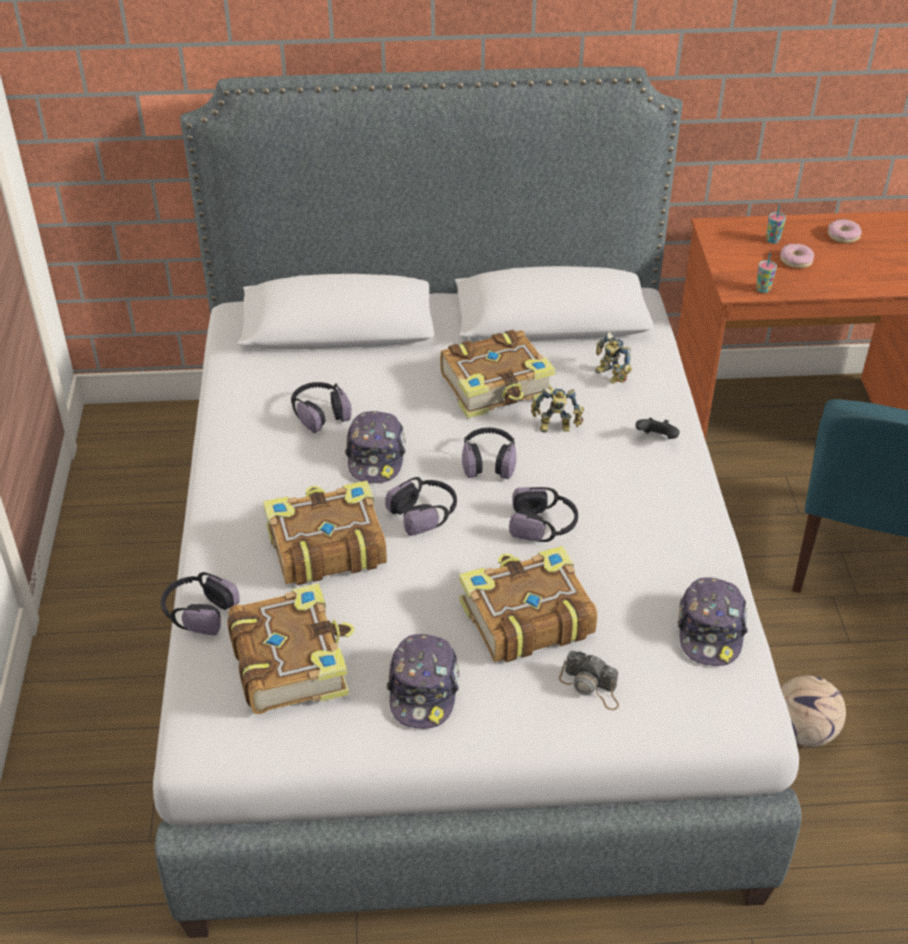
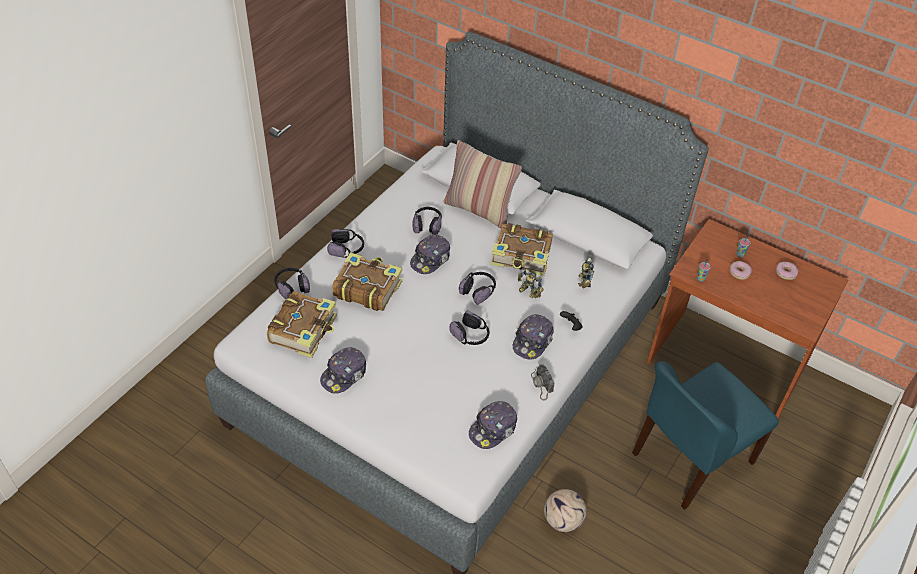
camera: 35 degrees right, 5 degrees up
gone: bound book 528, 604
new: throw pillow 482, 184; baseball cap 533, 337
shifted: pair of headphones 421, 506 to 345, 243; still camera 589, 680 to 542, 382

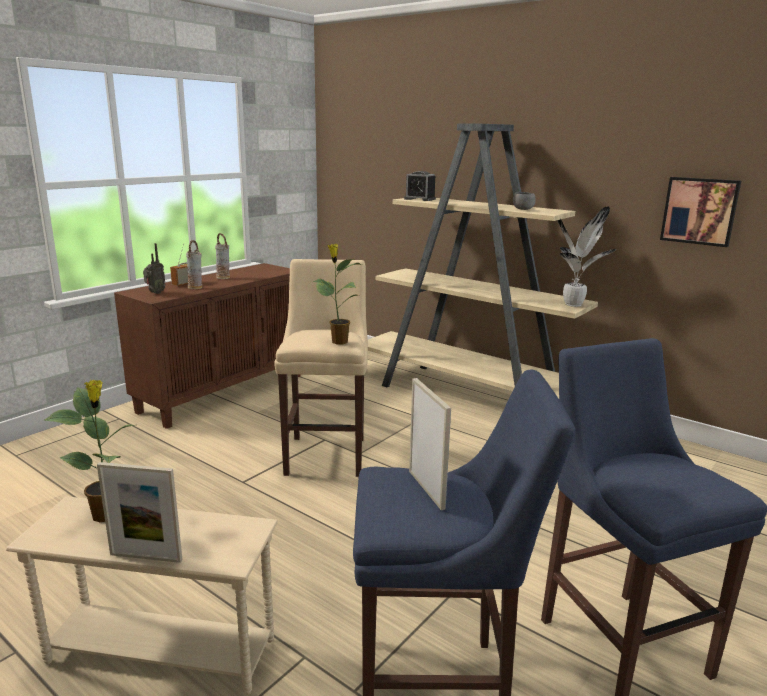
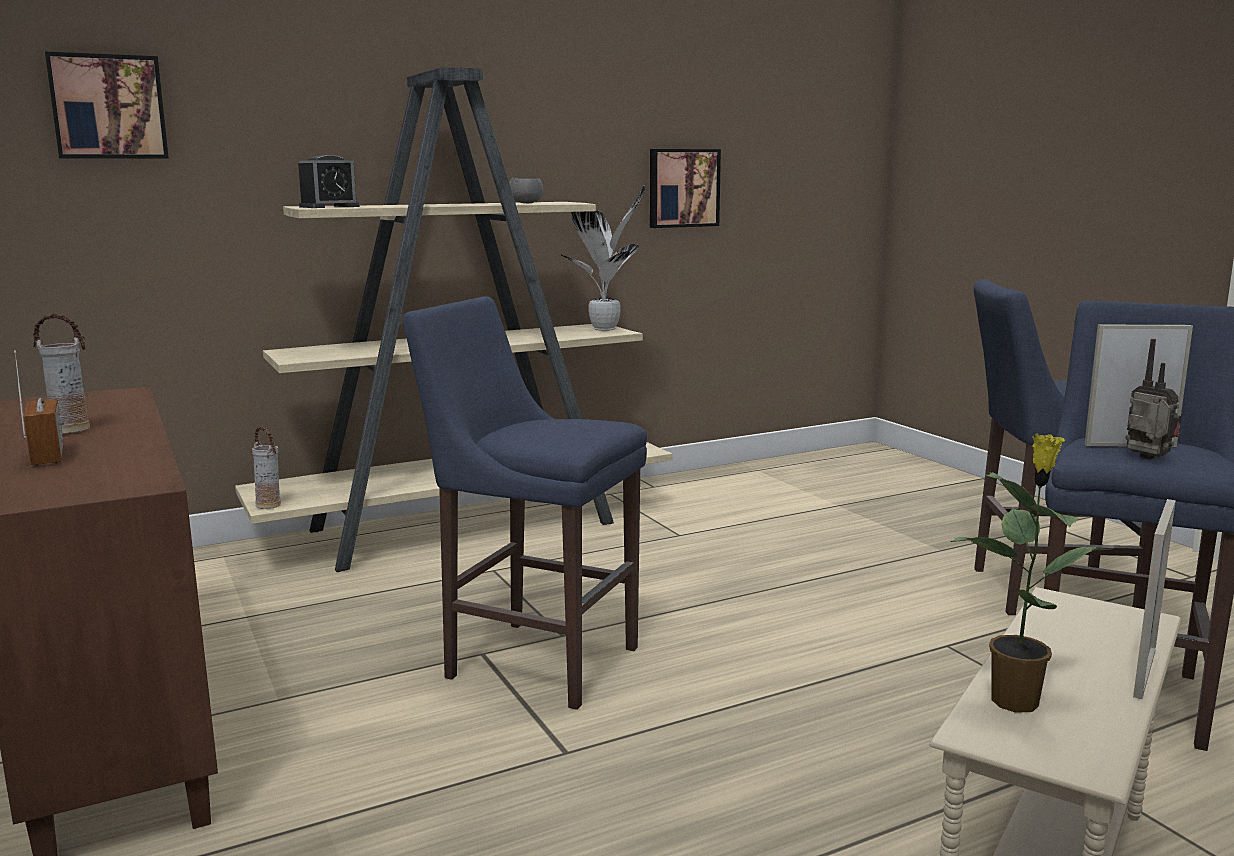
camera: 65 degrees left, 5 degrees down
gone: houseplant 337, 294
new: wall picture 107, 105
shifted: radio 154, 268 to 1153, 399; flower vase 194, 264 to 266, 467
repainted: stool (sand-coloured) 321, 368 to stool (bluish) 525, 503

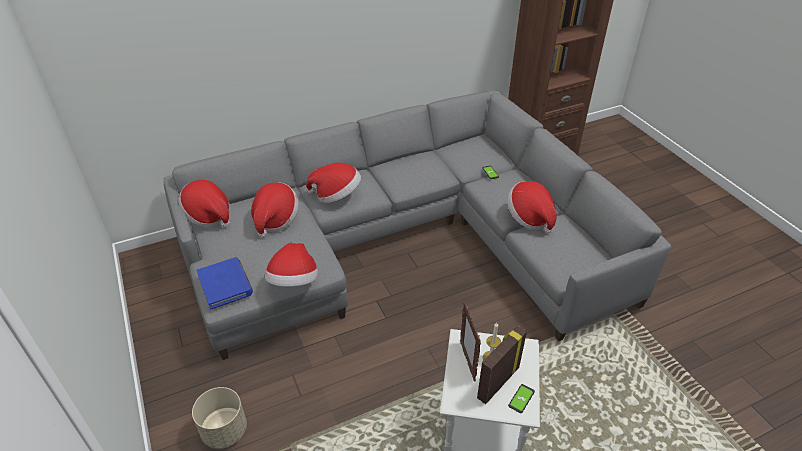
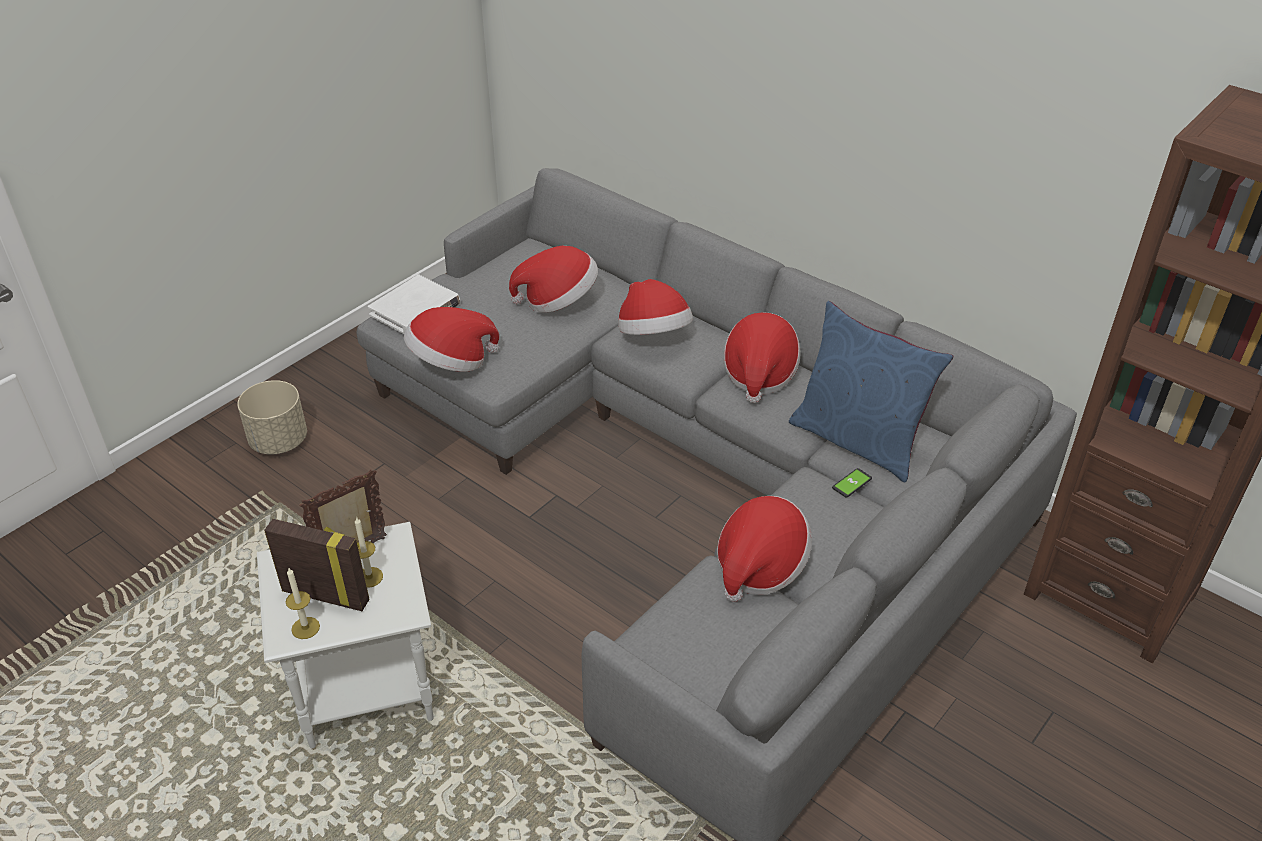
camera: 65 degrees right, 0 degrees up
new: throw pillow (bluish) 871, 391
shifted: clothing hat 204, 203 to 762, 357
swapped: telephone 521, 398 to wax light 303, 603
repainted: bound book (bluish) 224, 283 to bound book (white) 414, 304

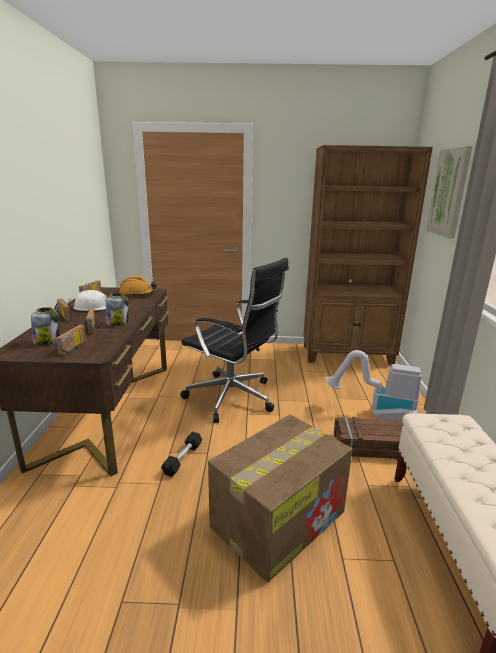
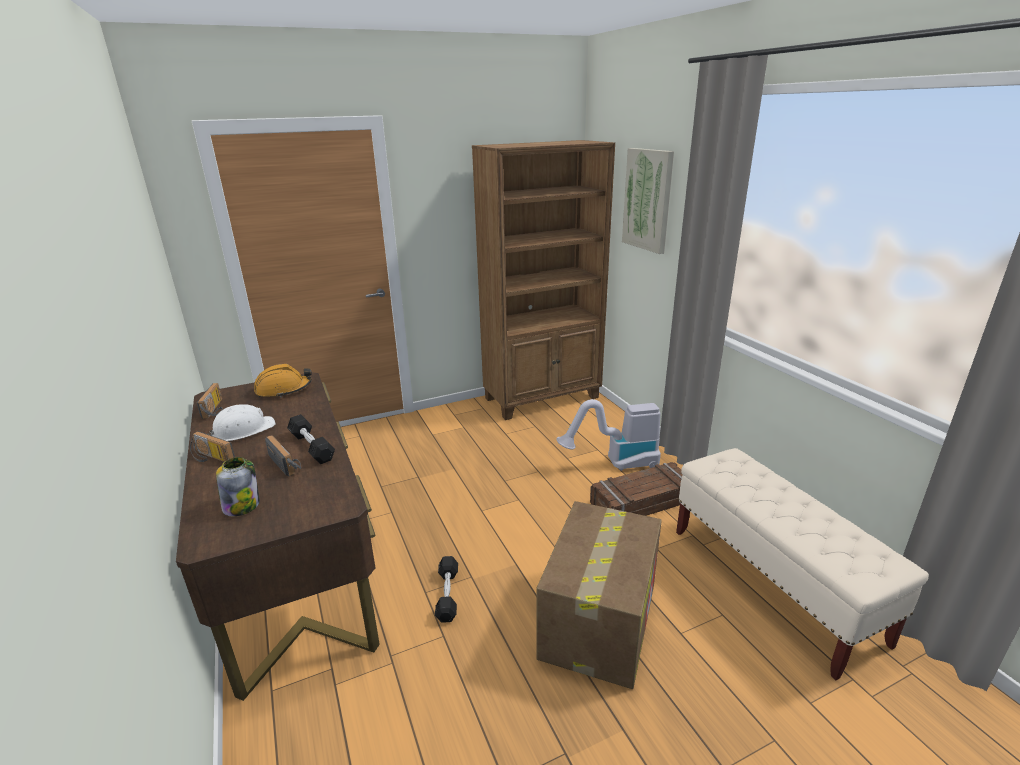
camera: 25 degrees left, 5 degrees up
gone: radio 70, 340; desk chair (black-coloured) 234, 340
swapped: storage jar 117, 309 to hand weight (black-coloured) 311, 439

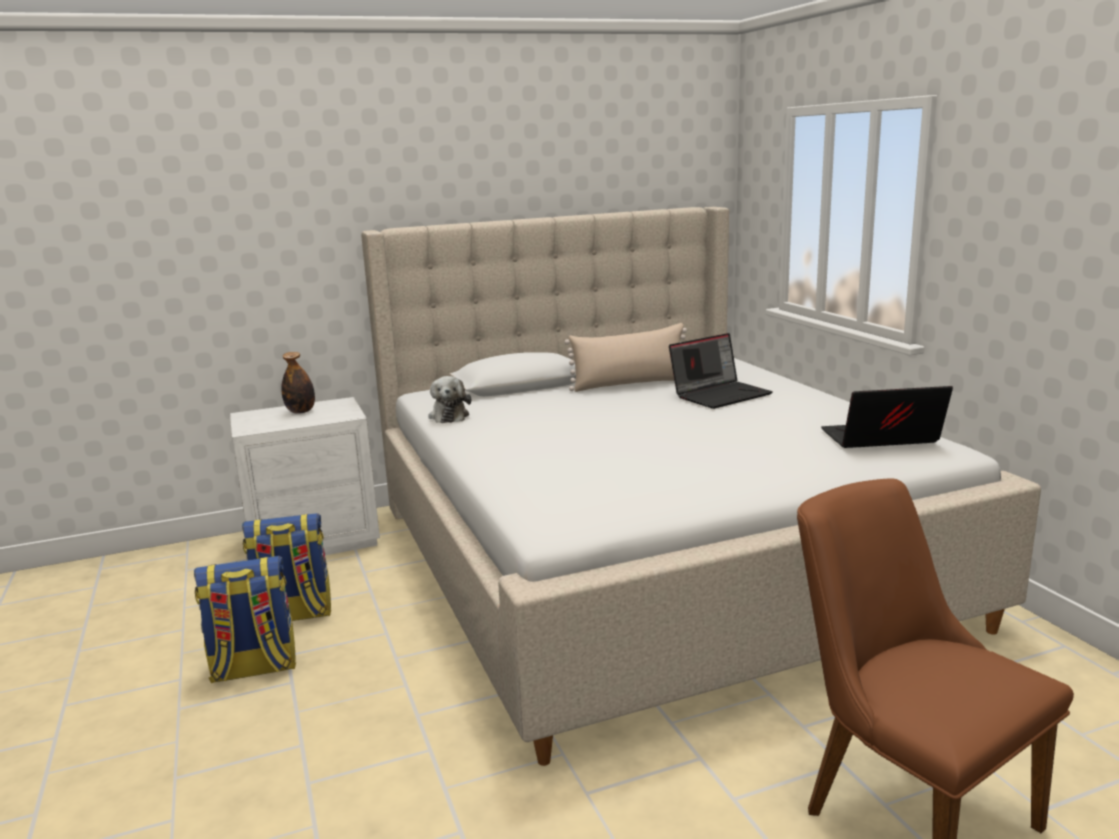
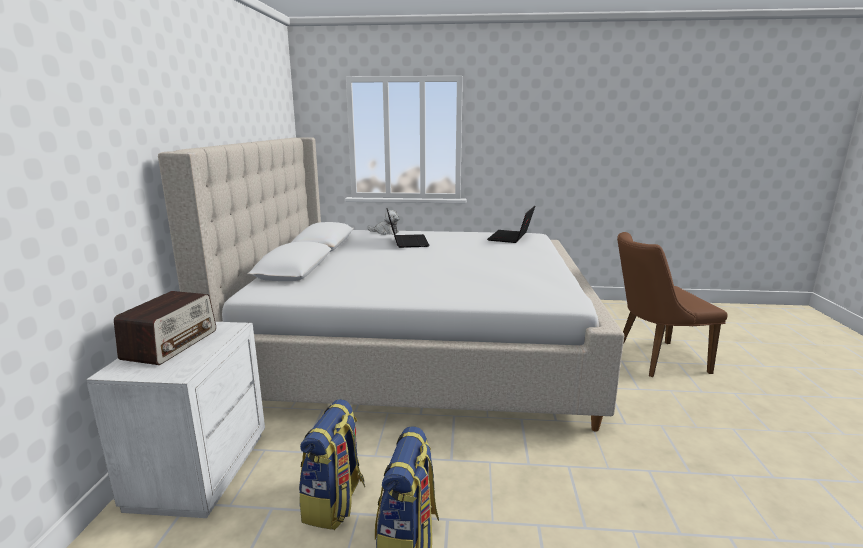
camera: 65 degrees left, 0 degrees up
gone: throw pillow (sand-coloured) 625, 357
shifted: plush toy 449, 399 to 383, 222
swapped: bottle 298, 383 to radio 165, 328

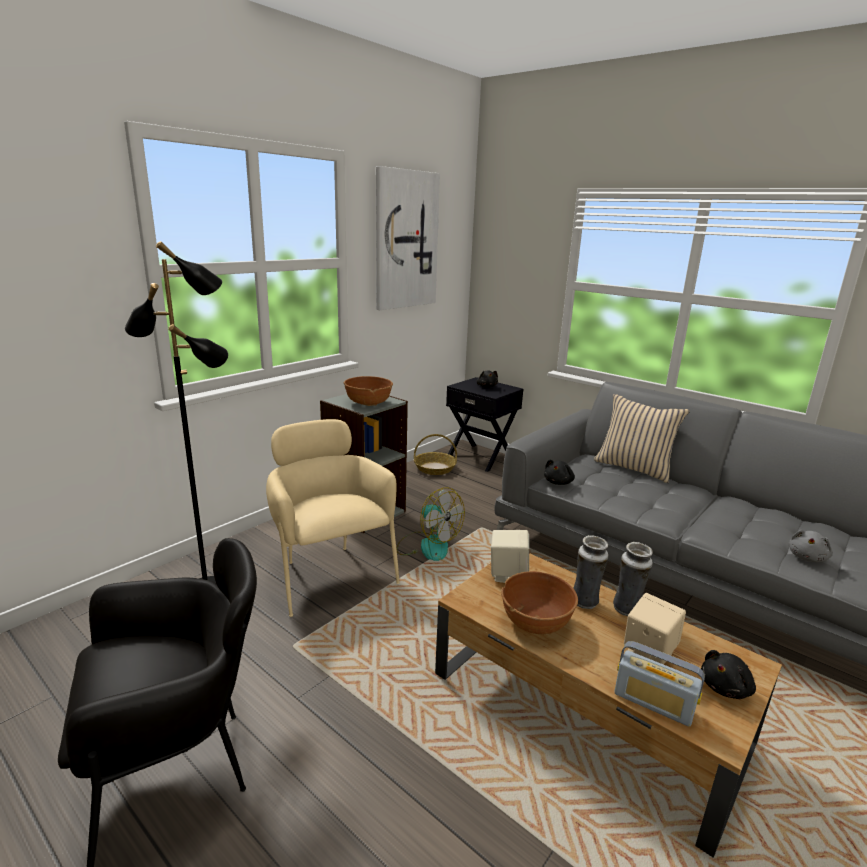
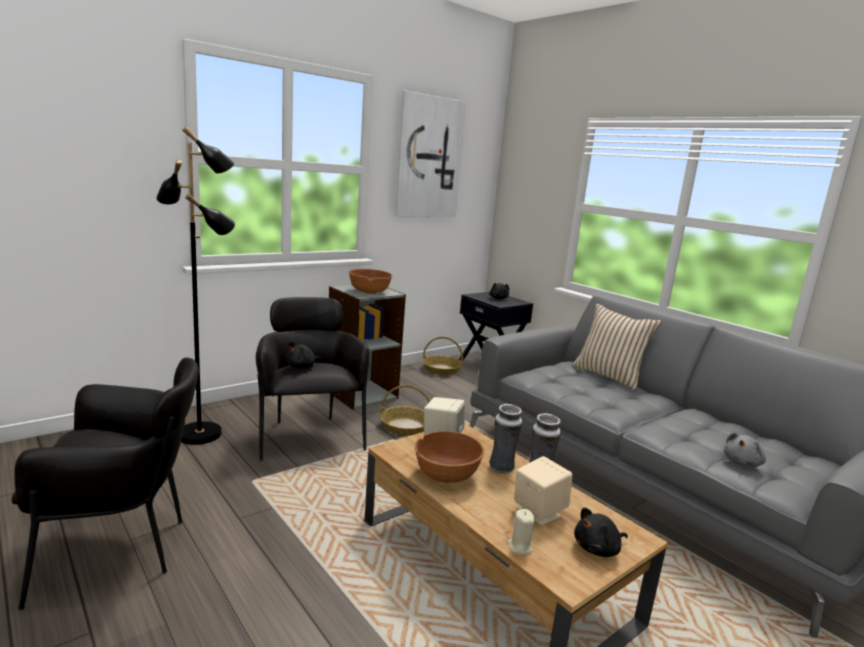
camera: 10 degrees right, 5 degrees down
shifted: plush toy (black-coloured) 559, 472 to 304, 355
swapped: electric fan 430, 524 to storage basket 405, 410; radio 659, 684 to wax light (sand-coloured) 520, 532
repainted: easy chair (sand-coloured) 333, 518 to easy chair (black-coloured) 313, 379

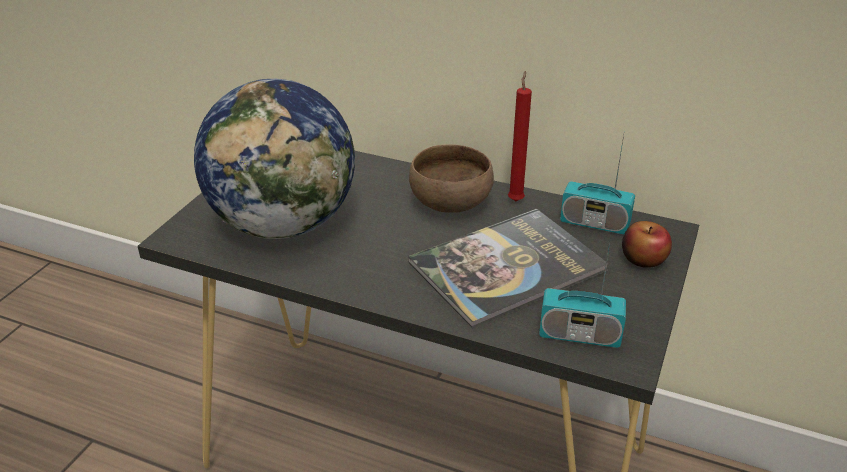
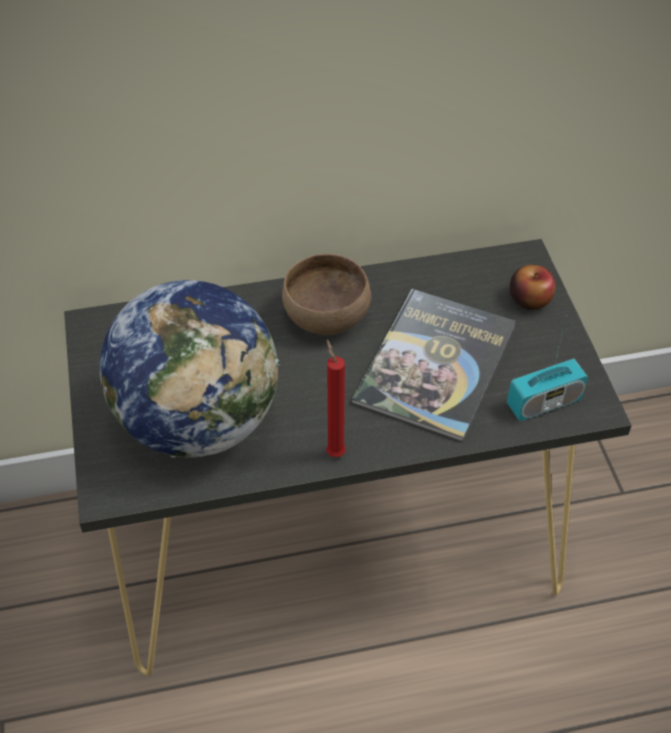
camera: 35 degrees left, 15 degrees up
gone: radio 597, 184
shifted: wax light (red) 520, 136 to 336, 398

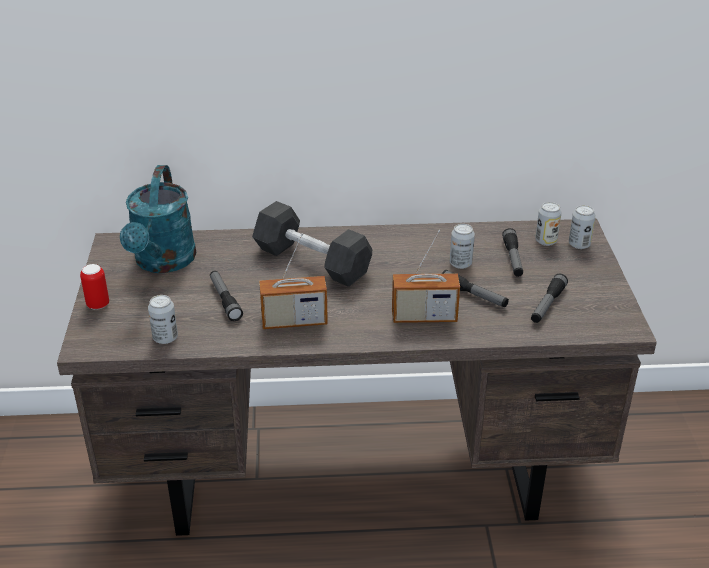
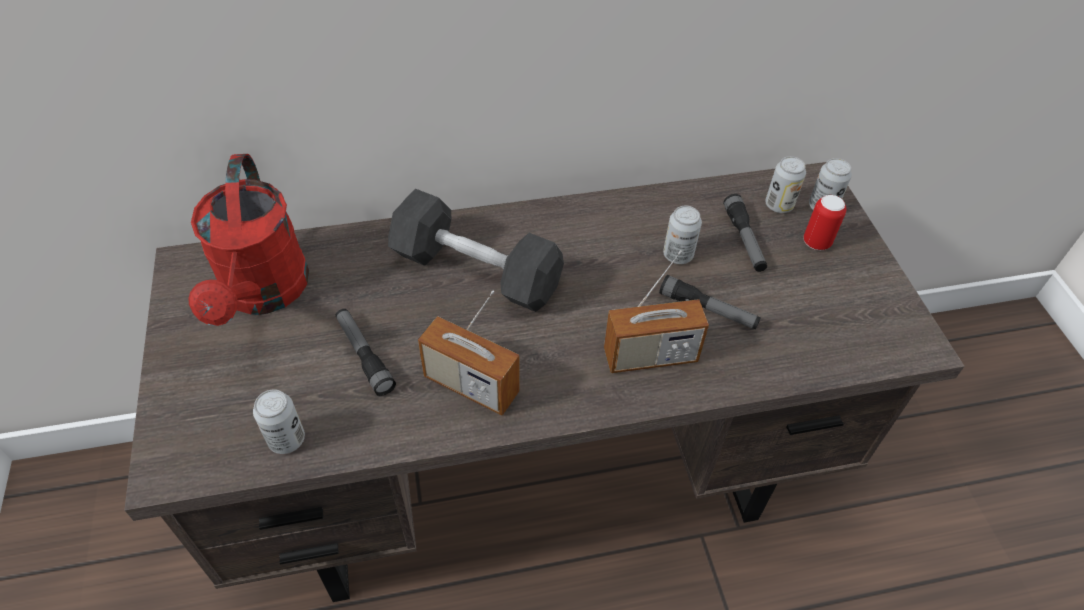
camera: 10 degrees left, 15 degrees up
gone: hand torch 549, 298
shifted: metal can 94, 287 to 825, 222
repainted: watering pot (turquoise) 158, 219 to watering pot (red) 248, 240
rotated: radio 293, 281 = 468, 353 45 degrees clockwise

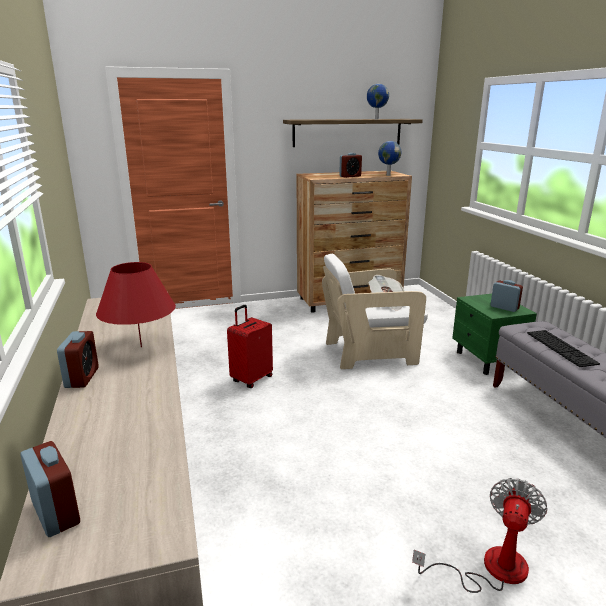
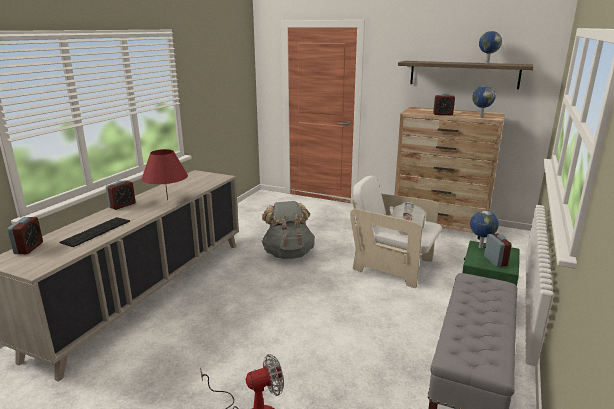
camera: 40 degrees right, 0 degrees up
new: globe 484, 229
shifted: keyboard 563, 348 to 94, 232
swapped: travel case (red) 250, 346 to knapsack (greyish) 288, 230

